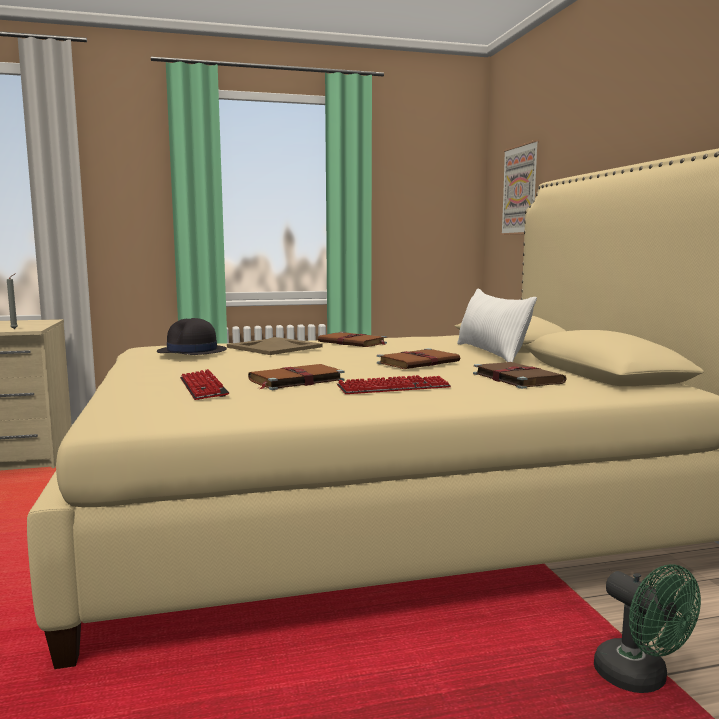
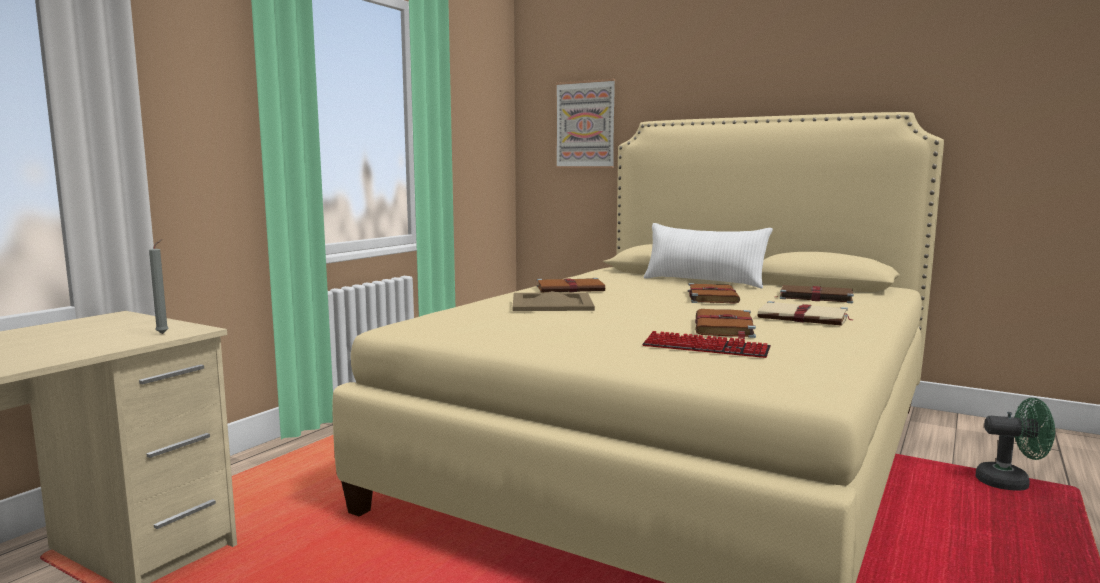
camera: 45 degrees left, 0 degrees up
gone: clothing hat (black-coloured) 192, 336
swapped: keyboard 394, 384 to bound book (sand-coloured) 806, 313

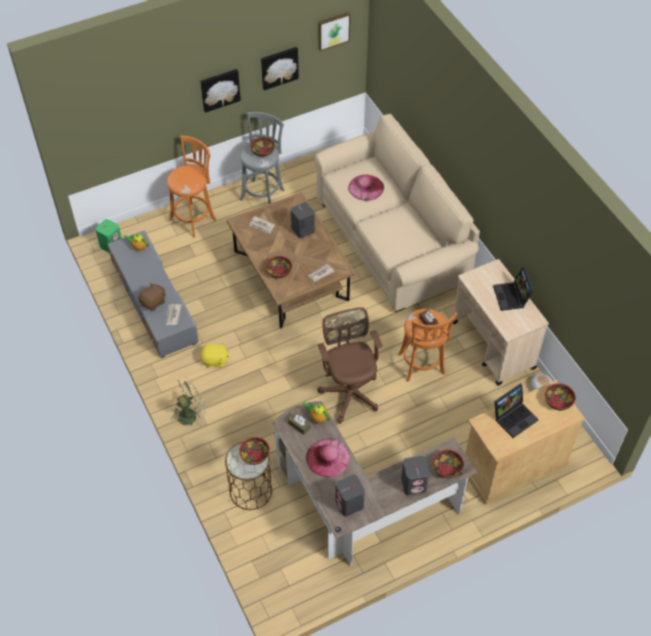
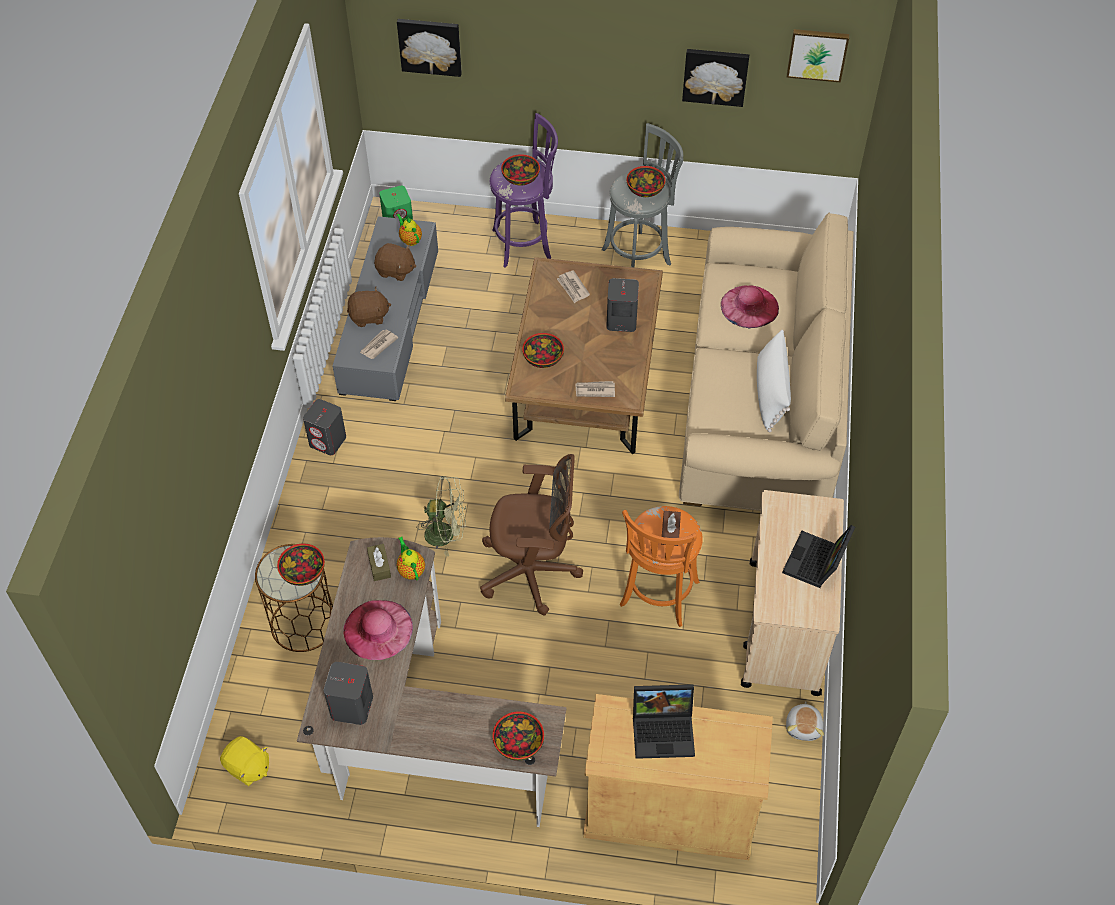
camera: 35 degrees right, 0 degrees up
new: plush toy (brown-coloured) 395, 262; throw pillow (white) 774, 381
shifted: electric fan (greenish) 189, 402 to 441, 516; wall picture 220, 91 to 429, 48; plush toy (yellowish) 215, 355 to 244, 761; audio speaker (greyish) 415, 475 to 324, 427; bowl 560, 396 to 520, 170
repainted: stool (orange) 191, 186 to stool (purplish) 524, 190
rotated: desk chair (brown-coloured) 350, 365 = 531, 535 75 degrees clockwise

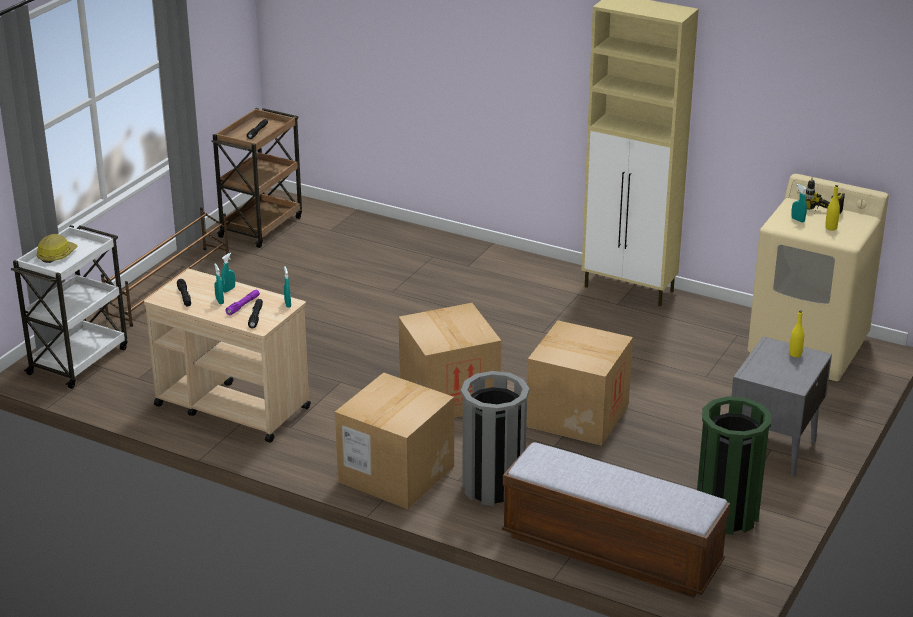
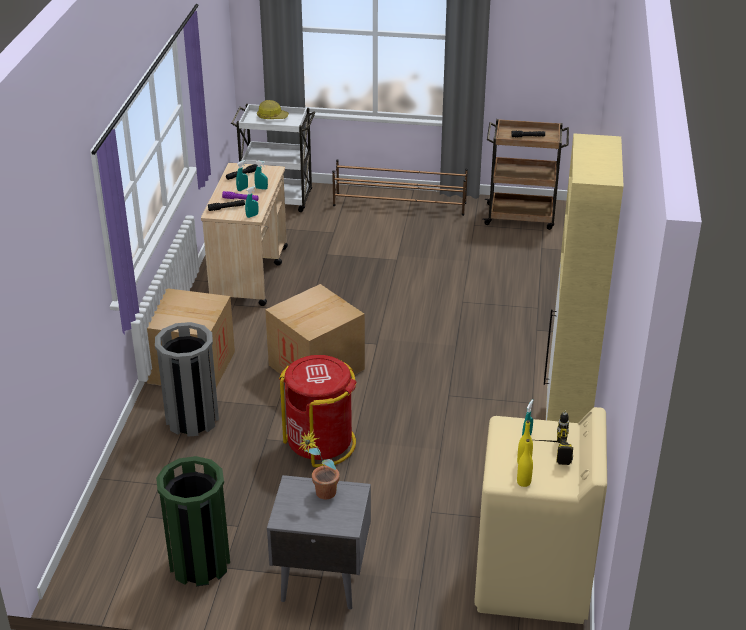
camera: 70 degrees right, 5 degrees up
gone: long seat 616, 520
new: houseplant 319, 464
shifted: bottle (yellowish) 796, 333 to 525, 463
swapped: packing box 579, 383 to waste bin (red) 318, 411

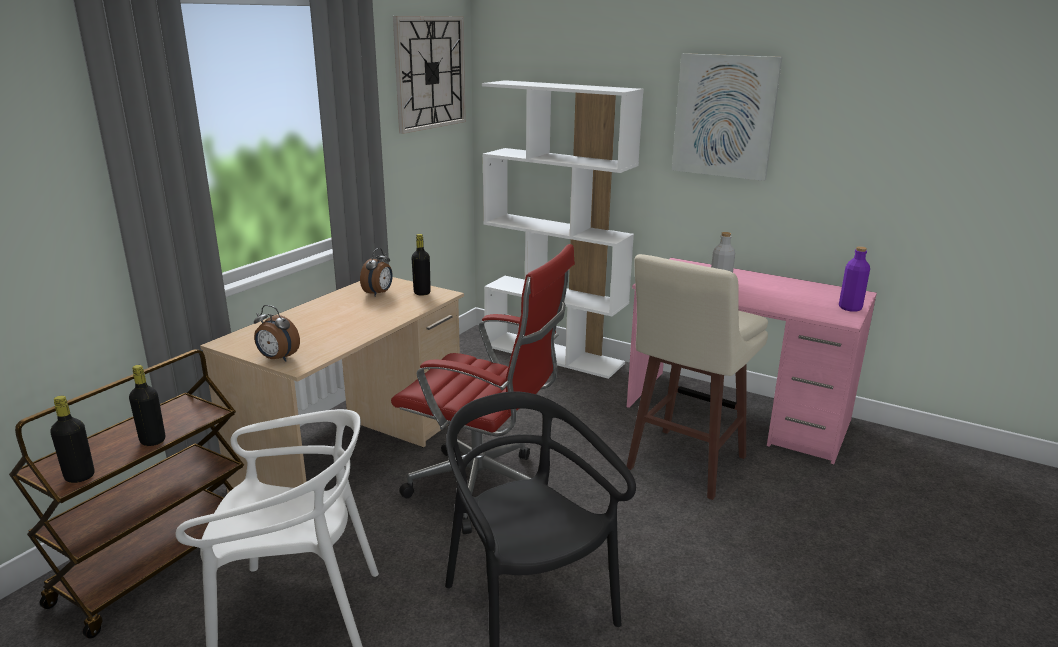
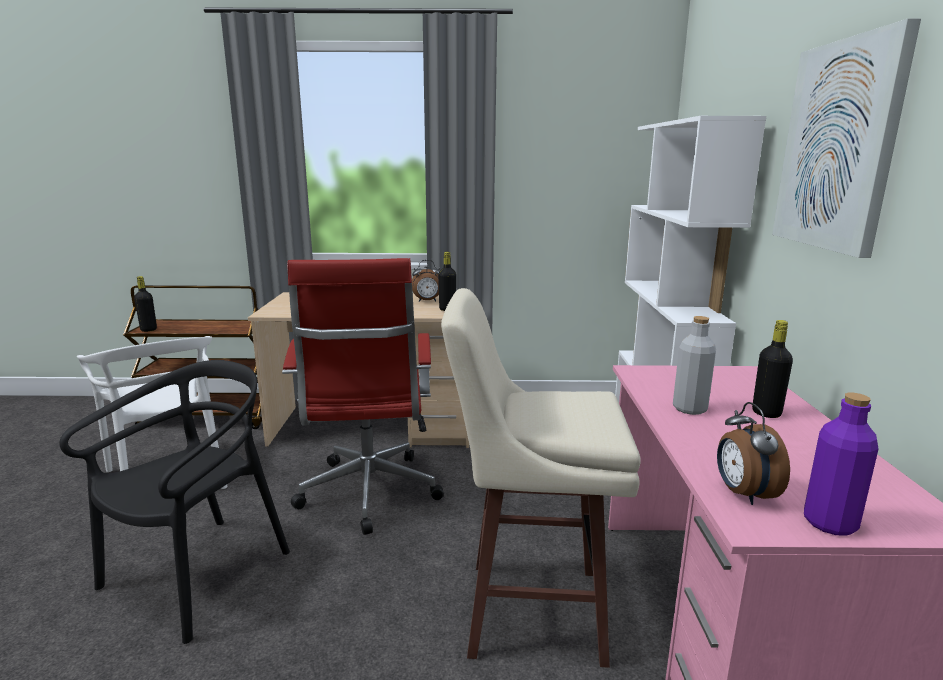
camera: 60 degrees right, 5 degrees down
gone: clock on the wall 429, 75
shifted: bottle (black-coloured) 147, 405 to 772, 369; table clock 277, 333 to 753, 453

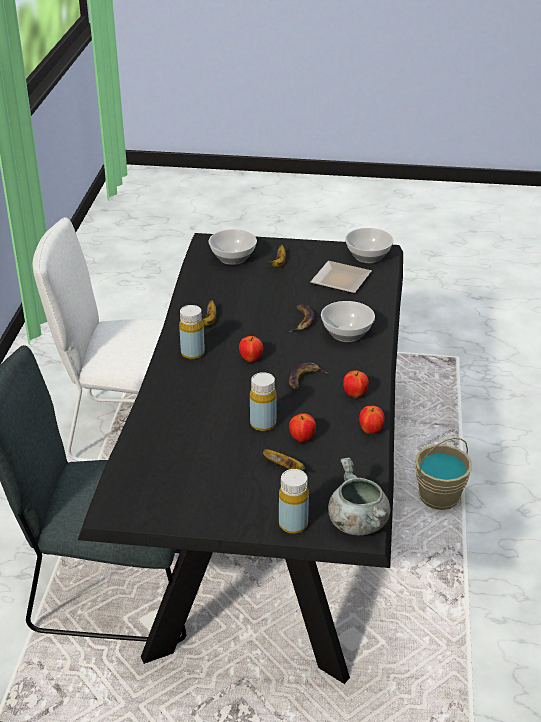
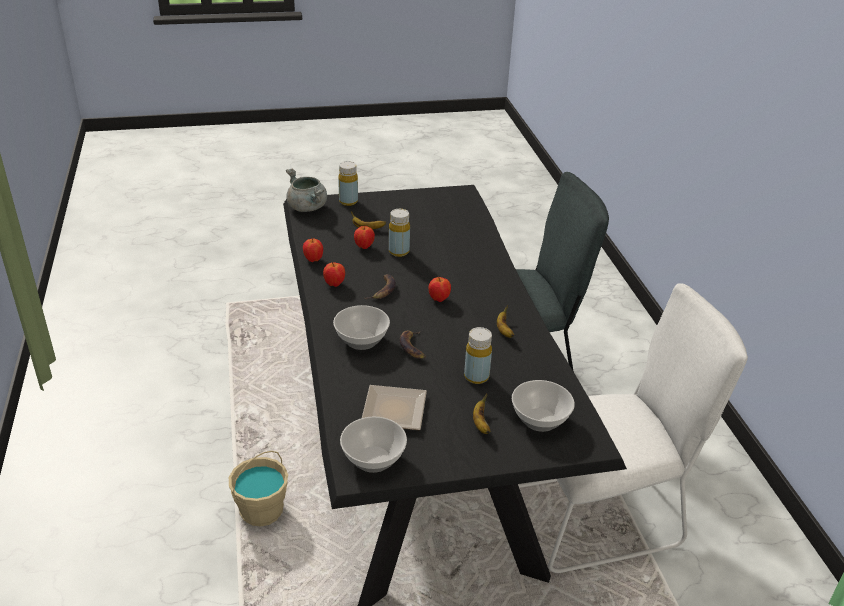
camera: 160 degrees right, 0 degrees up
shifted: bottle (yellowish) 192, 332 to 478, 355

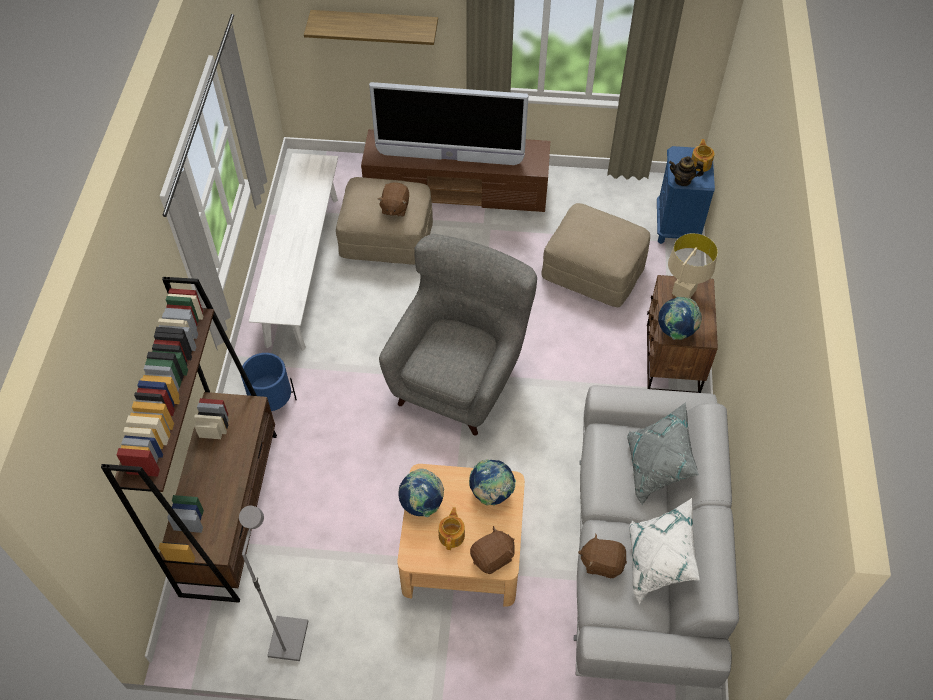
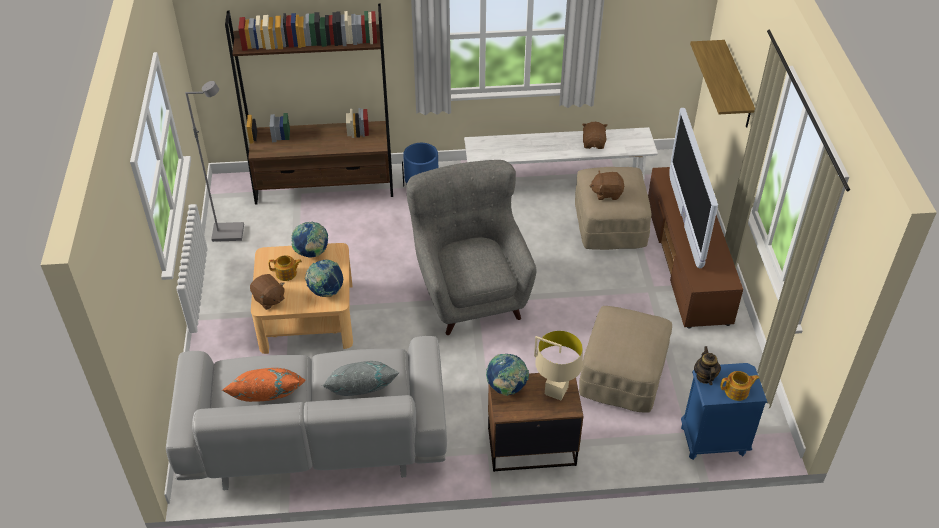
camera: 80 degrees right, 10 degrees down
shifted: plush toy (brown-coloured) 602, 555 to 594, 135
repainted: throw pillow (white) 664, 551 to throw pillow (orange) 263, 385
rotated: easy chair (greyish) 458, 335 = 471, 247 120 degrees counterclockwise

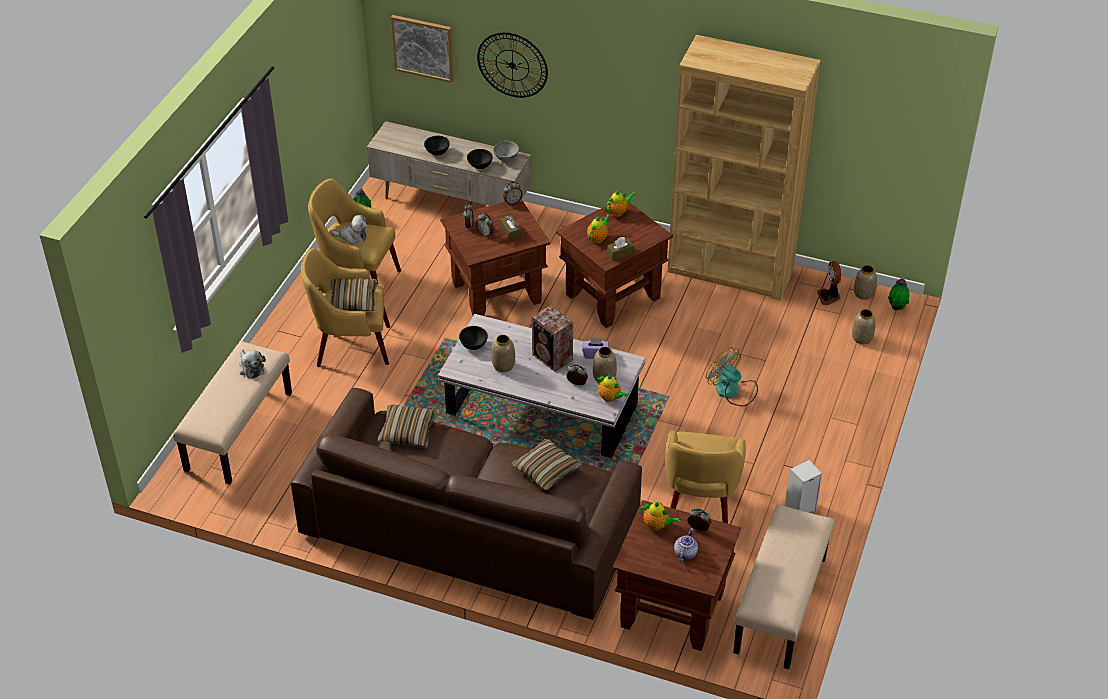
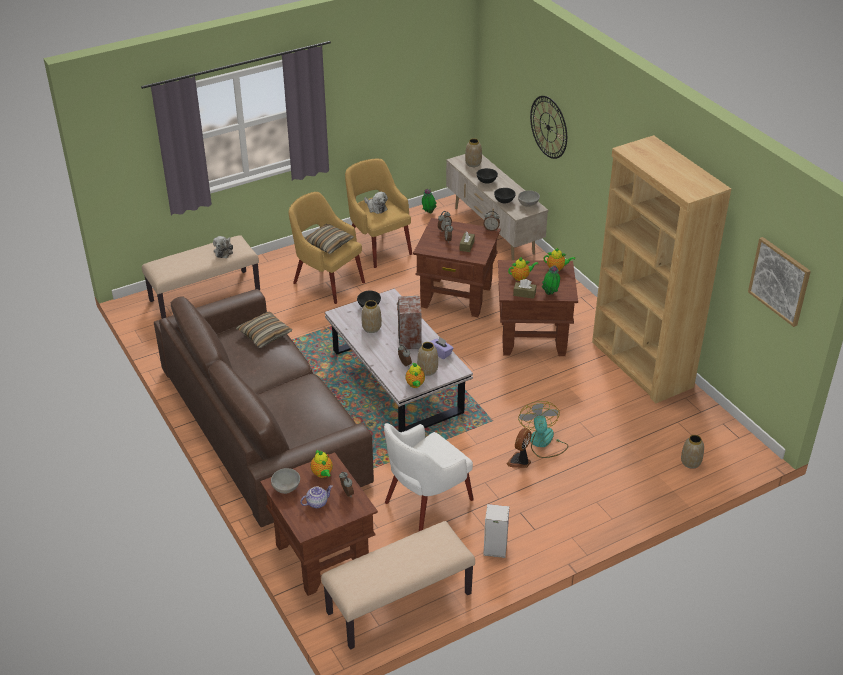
camera: 40 degrees right, 5 degrees down
gone: throw pillow 547, 464
new: bowl (greyish) 285, 481
shifted: wall picture 422, 49 to 779, 282; electric fan 829, 283 to 519, 448; flower vase 865, 282 to 473, 152; houseplant 899, 294 to 551, 280
repainted: easy chair (yellowish) 705, 477 to easy chair (white) 429, 477

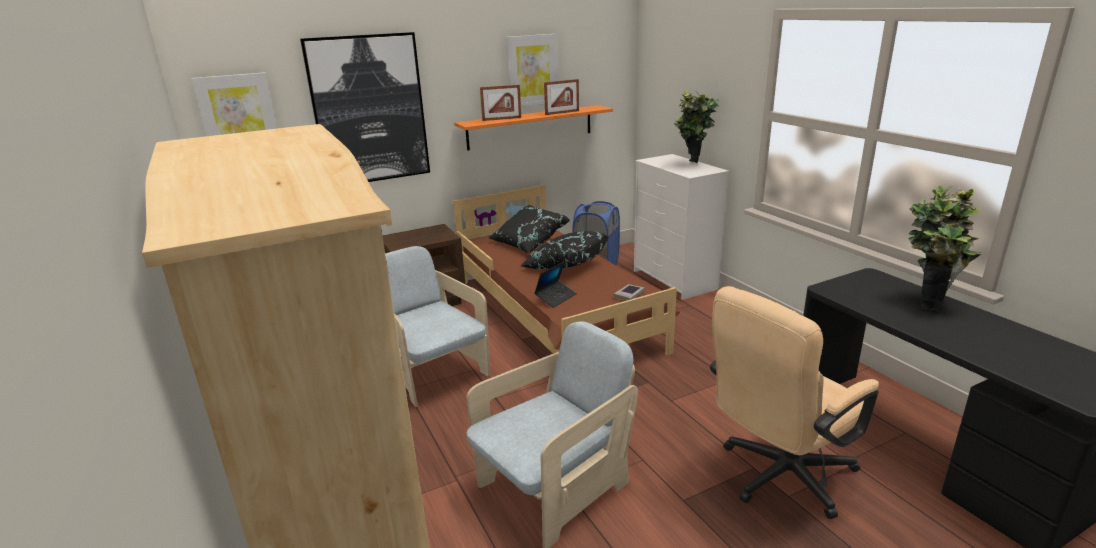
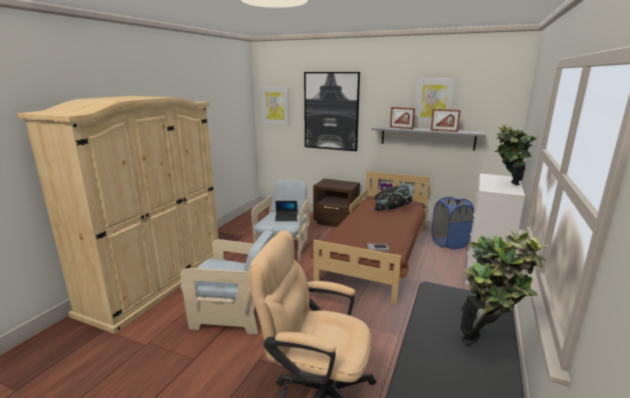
camera: 50 degrees right, 5 degrees down
gone: throw pillow (black-coloured) 565, 250
shifted: laptop 555, 284 to 286, 211
repainted: wall shelf (orange) 533, 128 to wall shelf (greyish) 429, 138

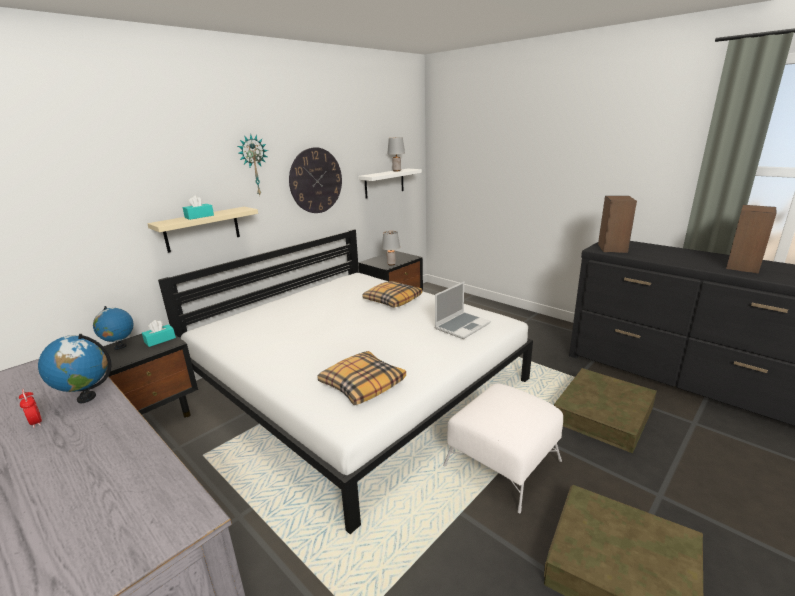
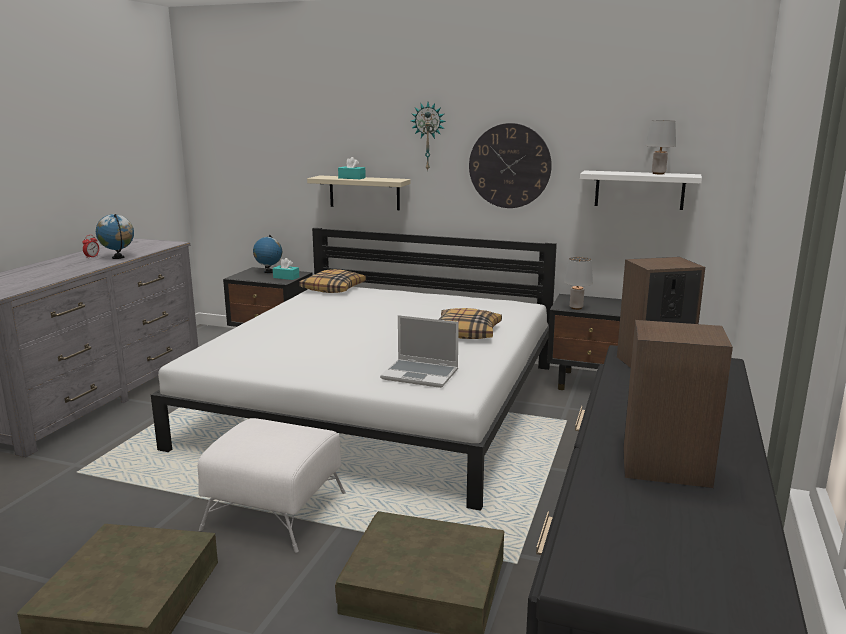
camera: 65 degrees right, 5 degrees down
shifted: throw pillow 361, 378 to 332, 281

